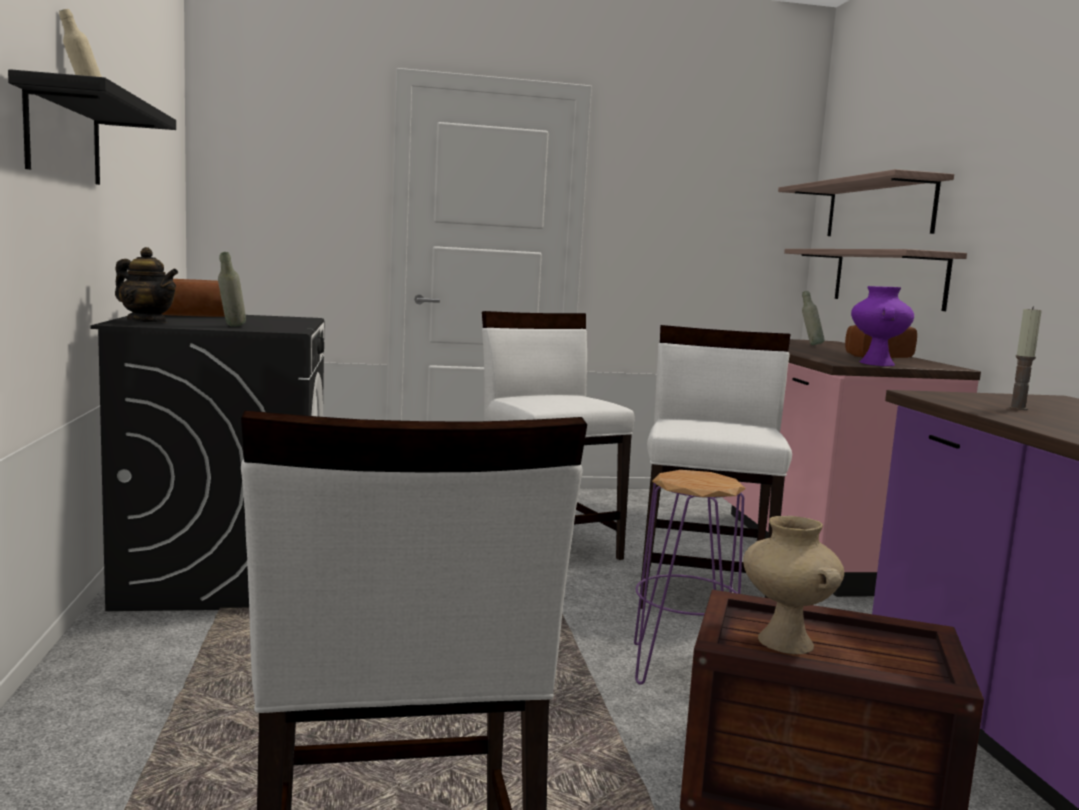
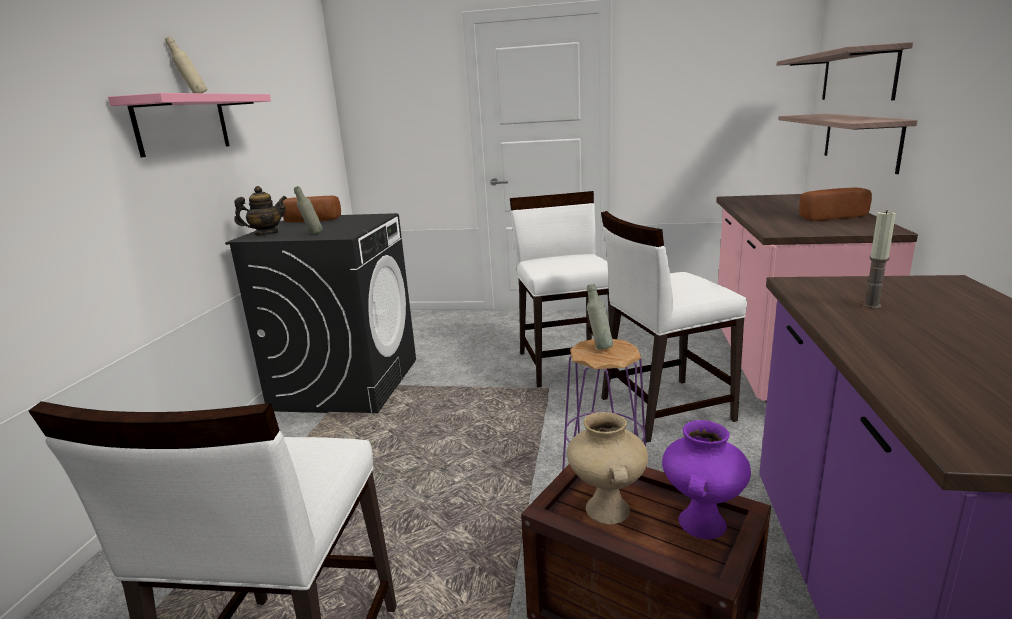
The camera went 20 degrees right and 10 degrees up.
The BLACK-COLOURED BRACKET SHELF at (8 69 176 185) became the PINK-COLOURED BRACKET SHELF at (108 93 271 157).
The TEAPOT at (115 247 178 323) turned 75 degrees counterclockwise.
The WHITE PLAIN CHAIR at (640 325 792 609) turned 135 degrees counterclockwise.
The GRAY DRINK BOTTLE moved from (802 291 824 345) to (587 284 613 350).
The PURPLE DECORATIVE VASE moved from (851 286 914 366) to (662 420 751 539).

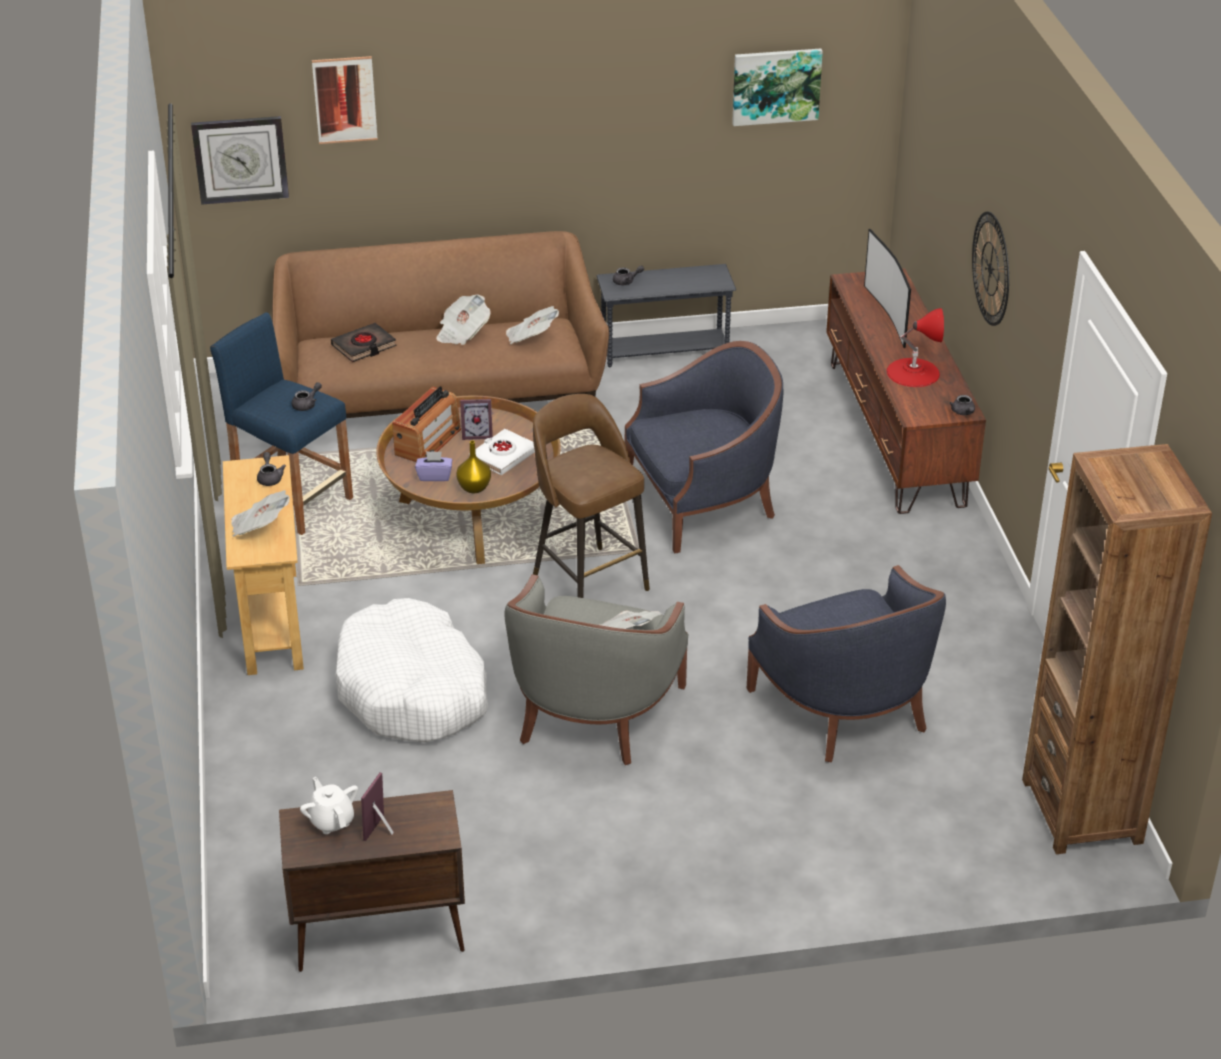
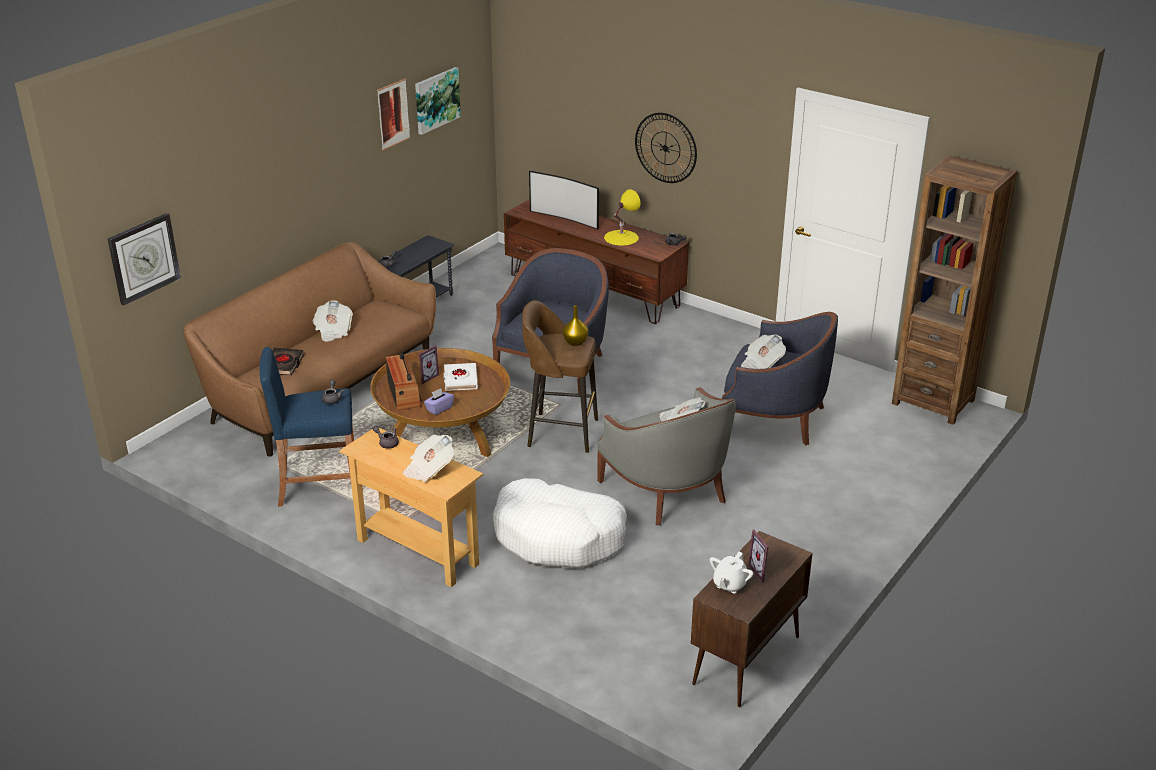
The camera went 45 degrees left and 5 degrees down.
The WHITE TEAPOT at (300 777 358 834) turned 75 degrees counterclockwise.
The PICTURE moved from (312 56 378 144) to (377 79 410 150).
The YELLOW-COLOURED DECORATIVE VASE moved from (456 441 491 493) to (563 305 588 346).
The DAILY PAPER moved from (506 306 559 344) to (741 335 786 369).
The RED LAMP FOR A TABLE at (887 308 944 387) became the YELLOW-COLOURED LAMP FOR A TABLE at (604 189 640 245).

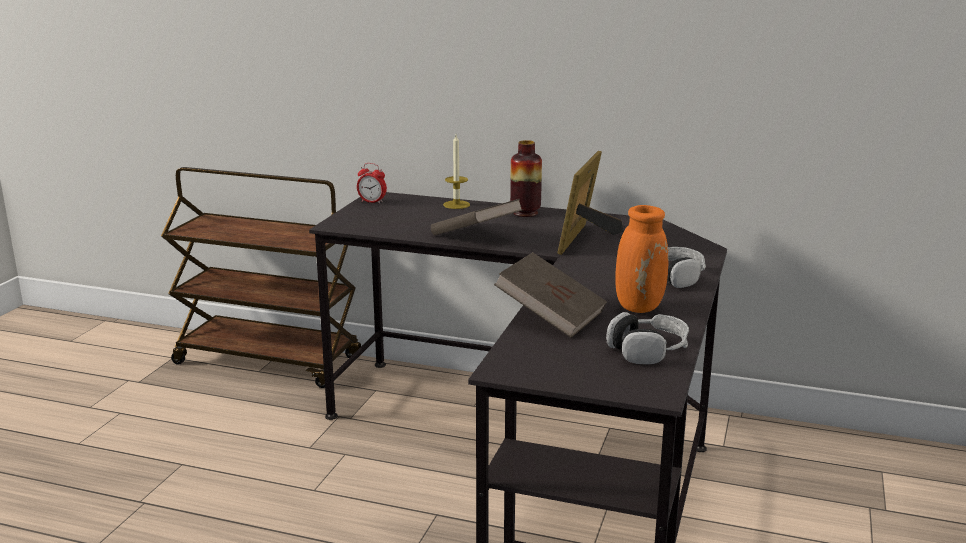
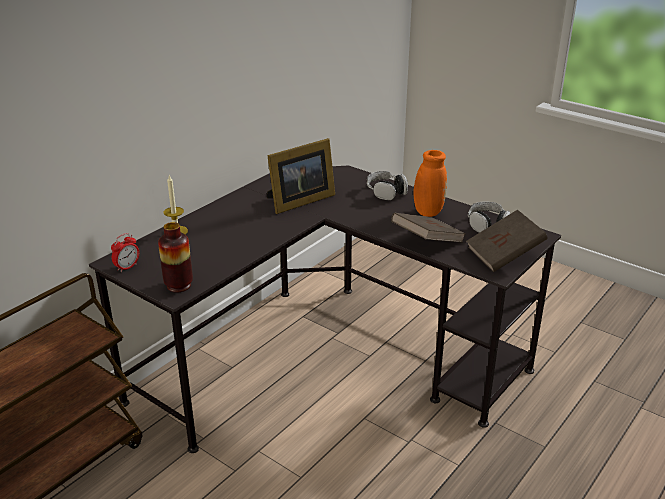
The camera went 70 degrees left and 10 degrees up.
The BROWN BOUND BOOK moved from (431 199 523 236) to (466 210 547 272).
The DECORATIVE VASE moved from (510 140 542 217) to (158 222 193 293).
The PICTURE FRAME at (557 151 623 255) turned 75 degrees counterclockwise.

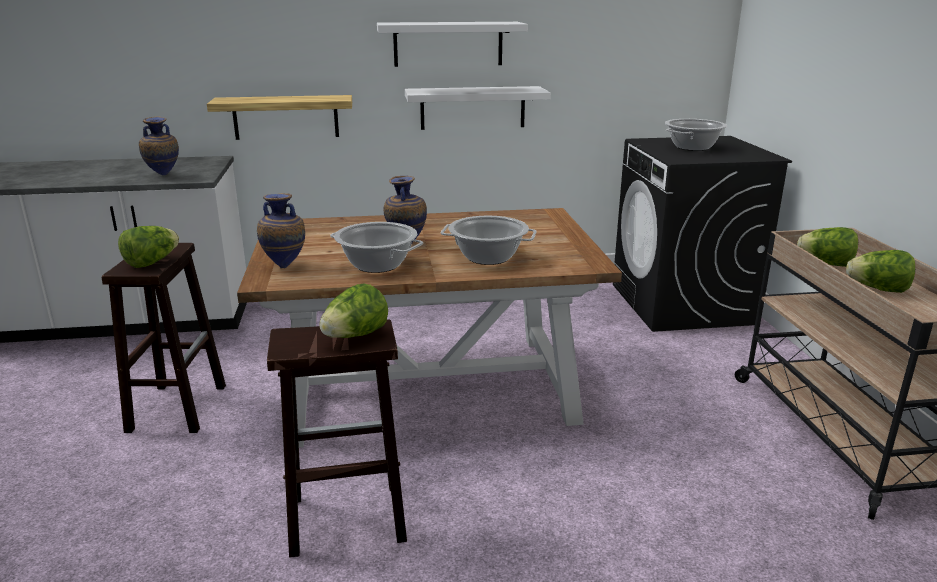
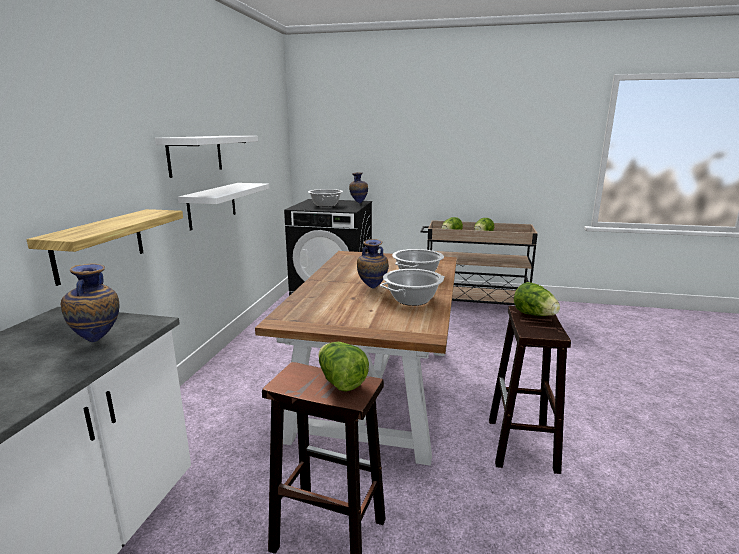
The camera went 70 degrees left and 5 degrees down.
The DECORATIVE VASE moved from (257 193 305 268) to (349 172 368 203).

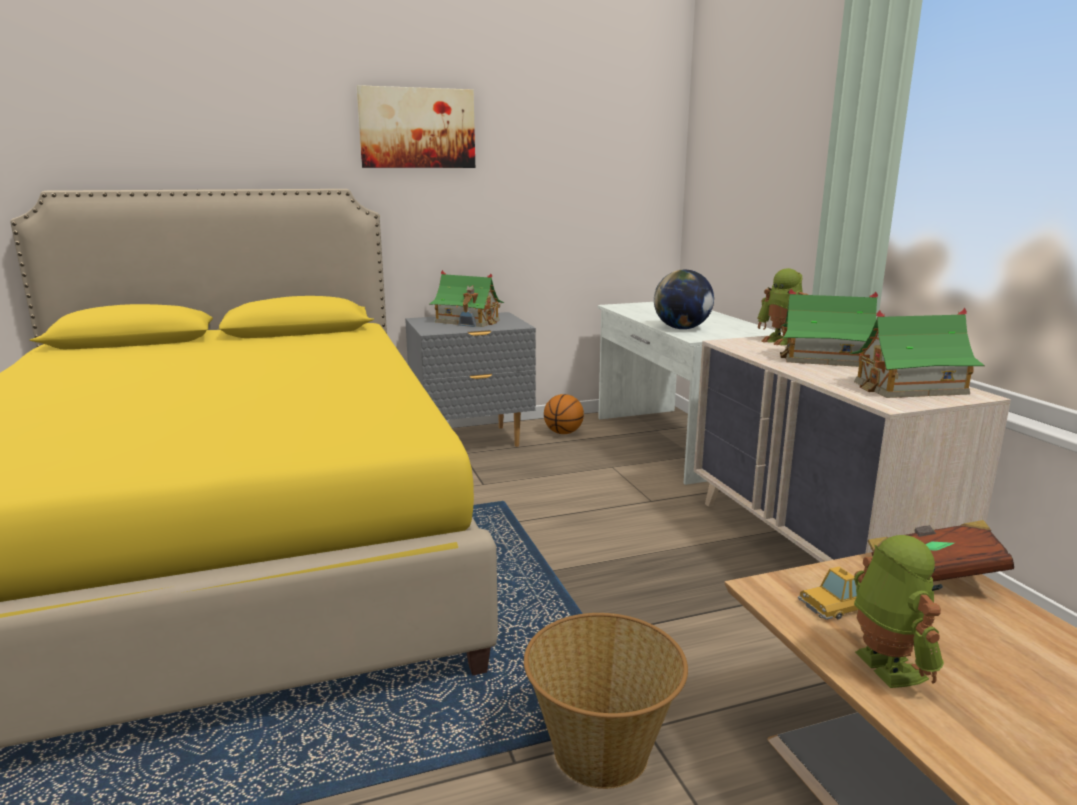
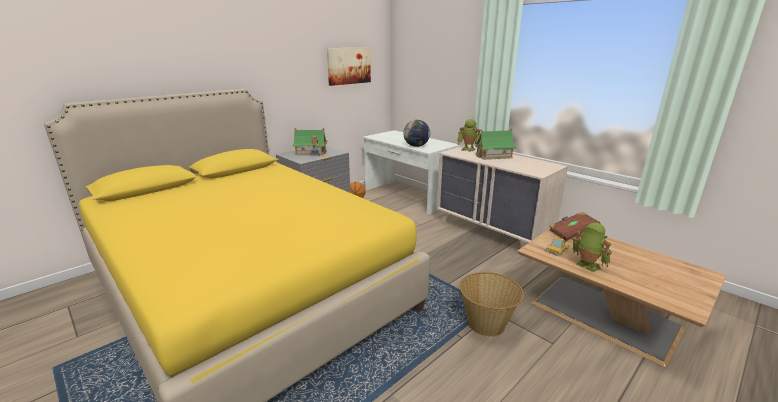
The camera went 25 degrees left and 5 degrees up.
The PICTURE moved from (356 85 475 168) to (327 48 371 86).
The MINIATURE HOUSE at (850 307 985 398) disappeared.

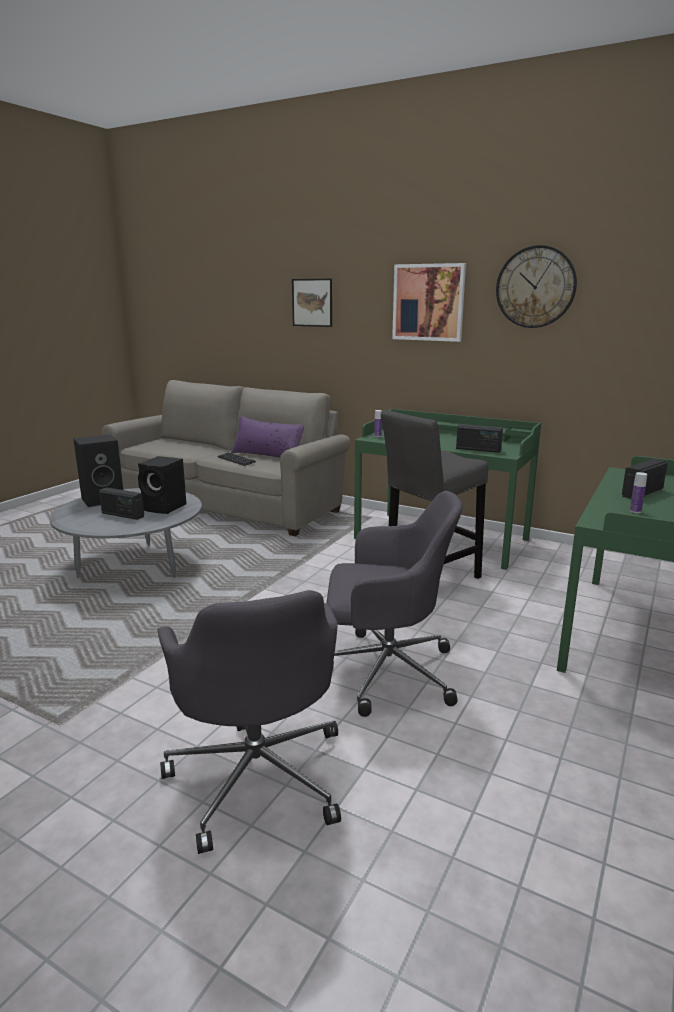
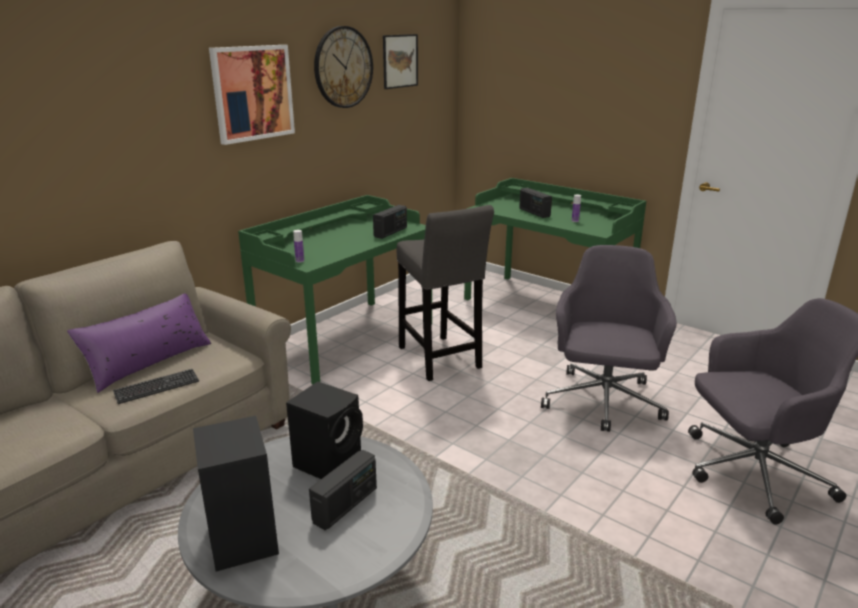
The camera went 80 degrees left and 5 degrees up.
The PICTURE moved from (292 279 332 327) to (383 34 418 89).

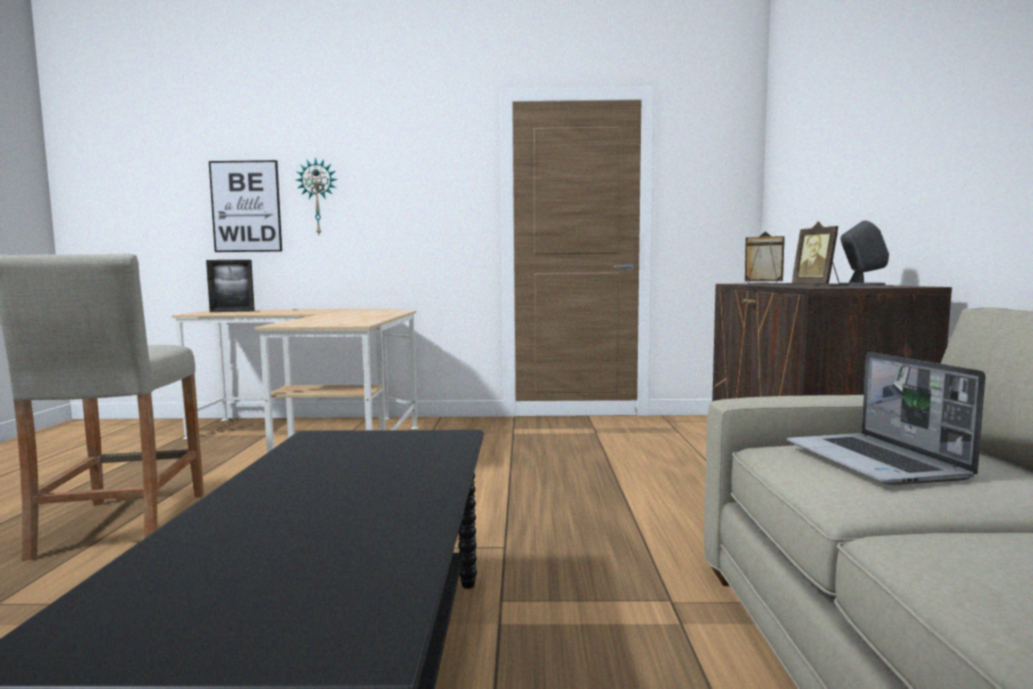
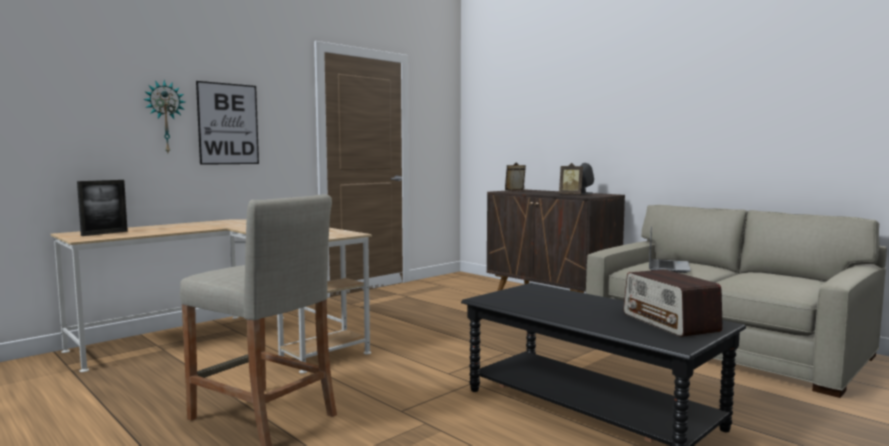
The camera went 45 degrees left and 0 degrees up.
The PICTURE moved from (209 160 282 252) to (196 81 259 165).
The NOTEBOOK COMPUTER at (787 352 986 485) turned 105 degrees counterclockwise.
The RADIO RECEIVER at (623 269 723 337) appeared.

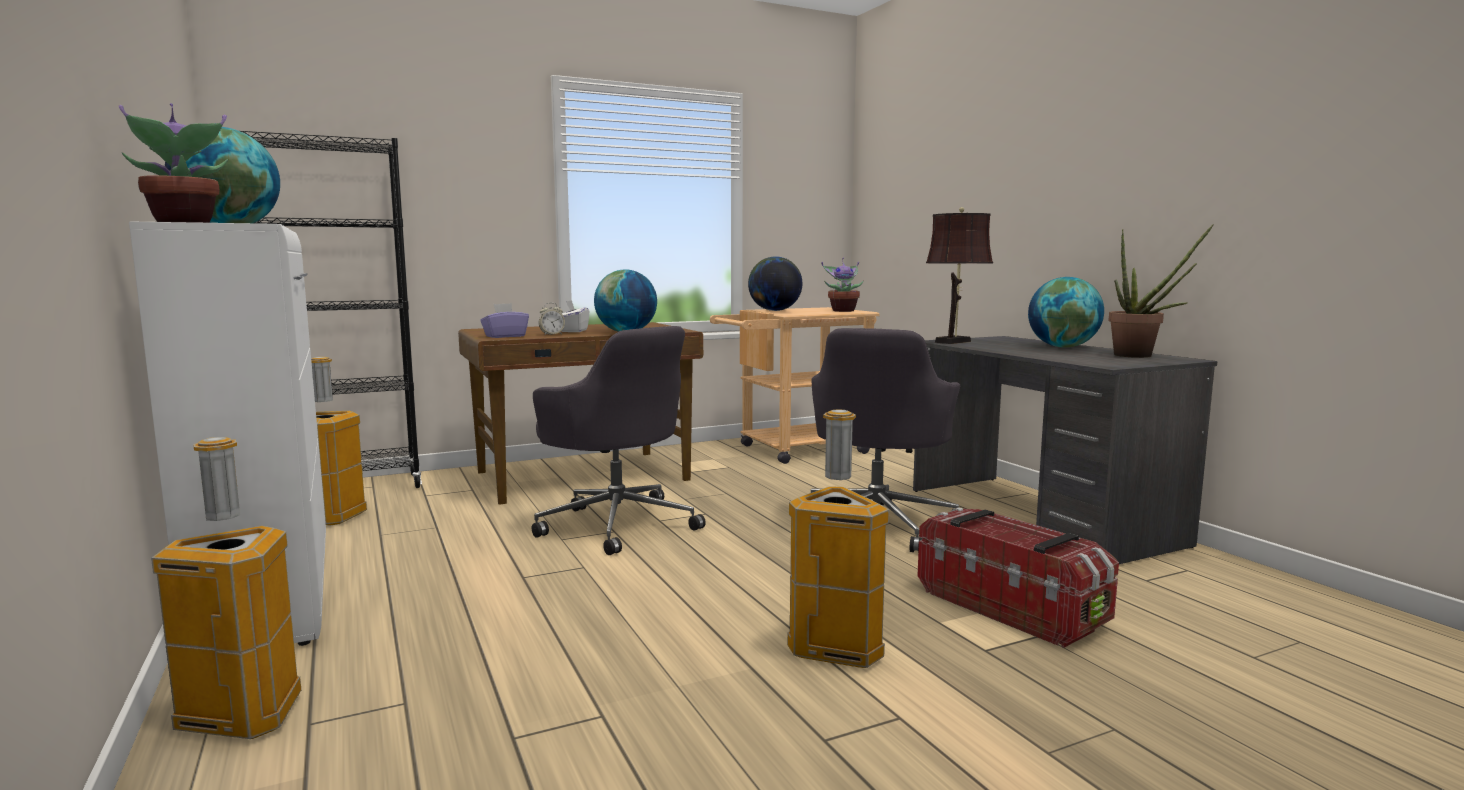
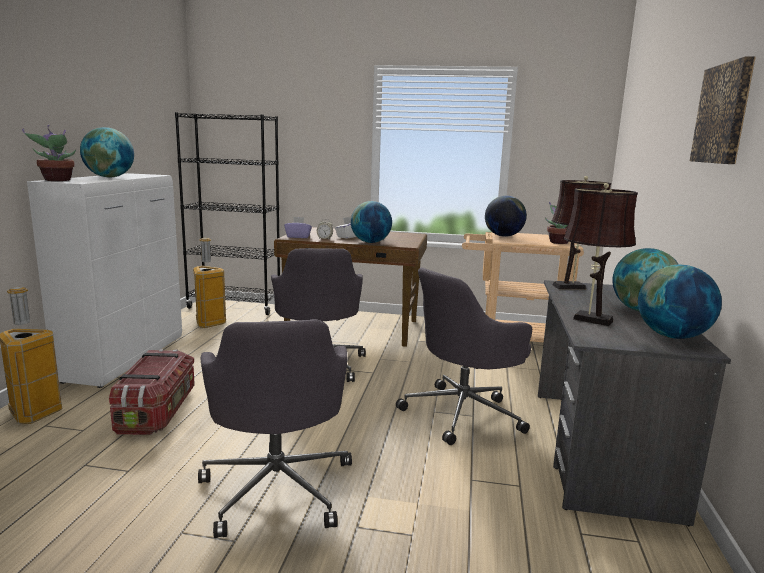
The camera went 35 degrees right and 5 degrees up.
The RUBBISH BIN at (787 409 889 668) was replaced by the GRAY DESK CHAIR at (198 319 352 538).
The STORAGE CONTAINER moved from (918 508 1119 648) to (109 349 195 435).
The HOUSEPLANT at (1108 224 1214 358) was replaced by the DESK GLOBE at (638 265 722 339).
The BROWN LAMP FOR A TABLE at (563 183 638 326) appeared.
The PICTURE at (690 56 756 164) appeared.

